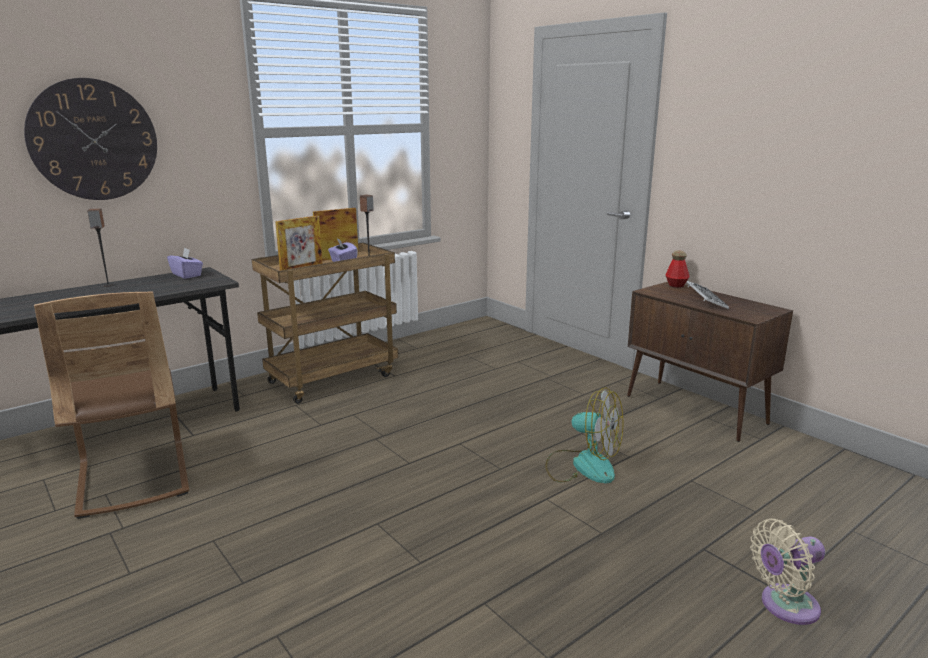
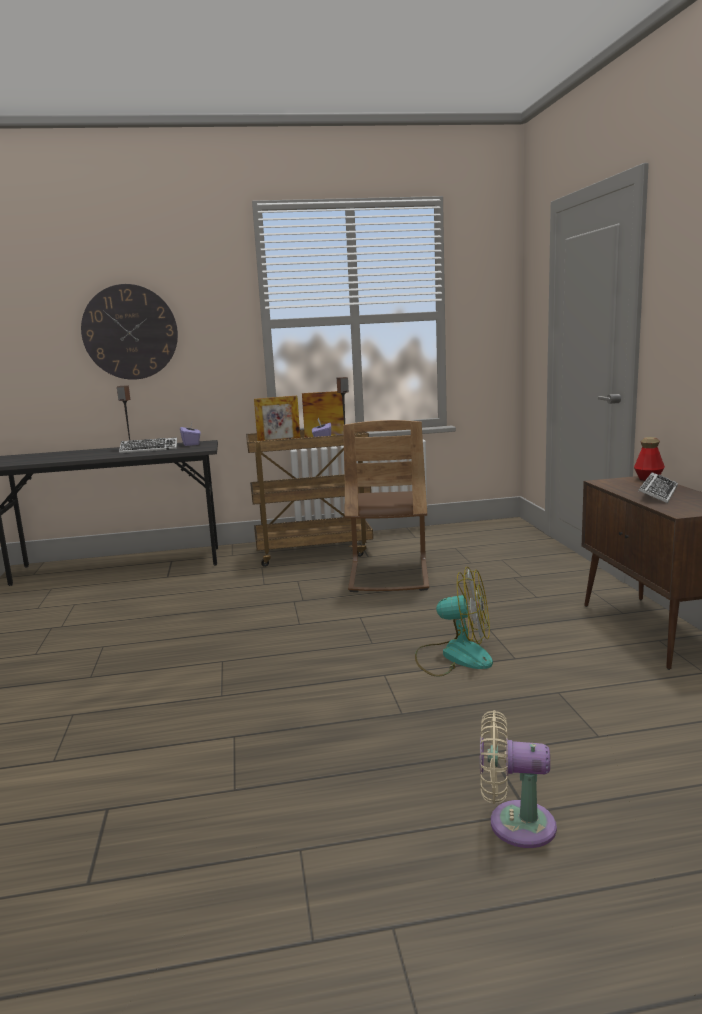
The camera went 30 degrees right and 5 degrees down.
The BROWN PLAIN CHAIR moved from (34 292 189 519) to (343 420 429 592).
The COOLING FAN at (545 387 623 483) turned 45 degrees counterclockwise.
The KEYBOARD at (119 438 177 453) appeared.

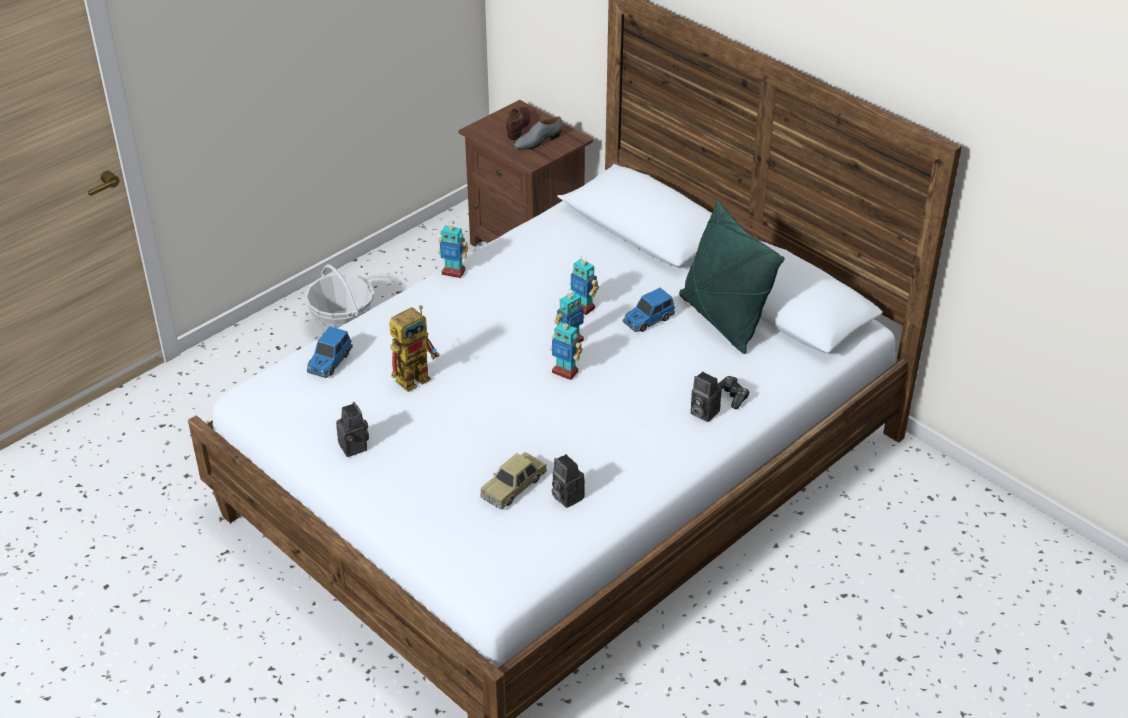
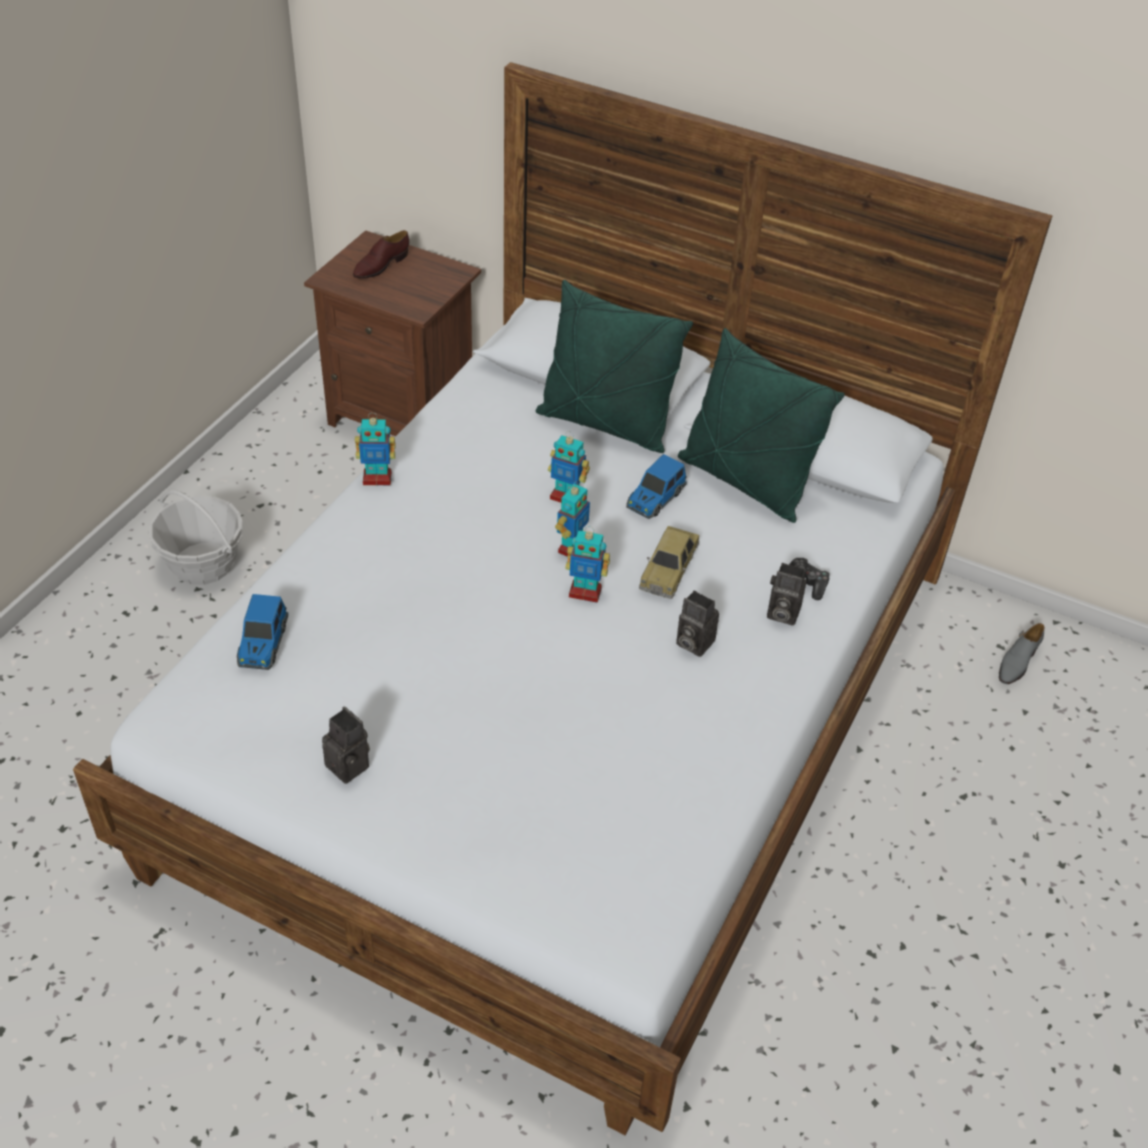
The camera went 20 degrees left and 5 degrees up.
The TOY ROBOT at (389 305 440 392) disappeared.
The TOY CAR moved from (480 452 547 510) to (639 526 699 599).
The BROWN LOW SHOE at (506 107 530 140) turned 135 degrees counterclockwise.
The GRAY LOW SHOE moved from (514 117 562 150) to (999 623 1044 684).
The PHOTO CAMERA moved from (551 454 585 508) to (676 590 719 657).
The GREEN THROW PILLOW at (536 280 693 453) appeared.

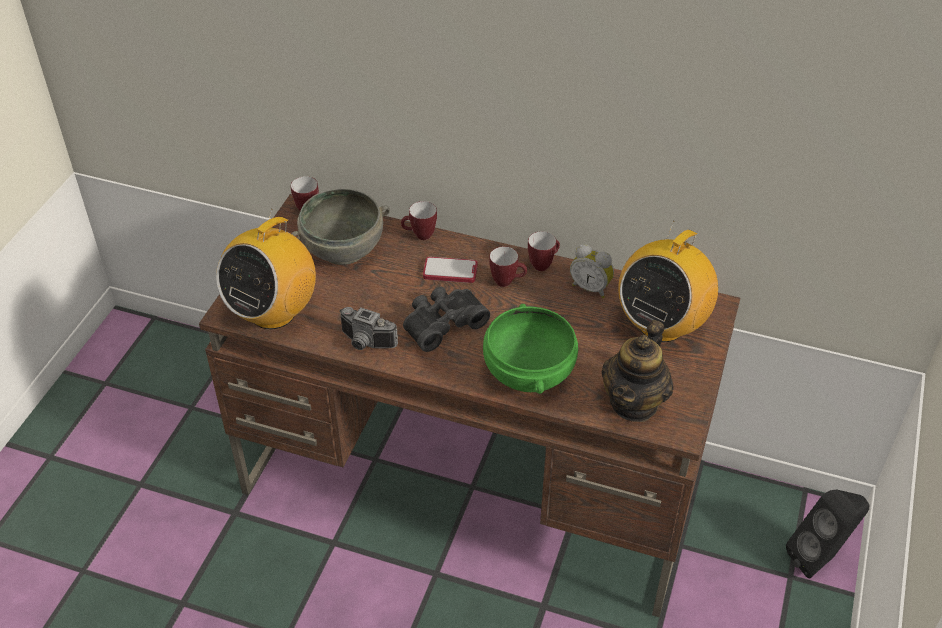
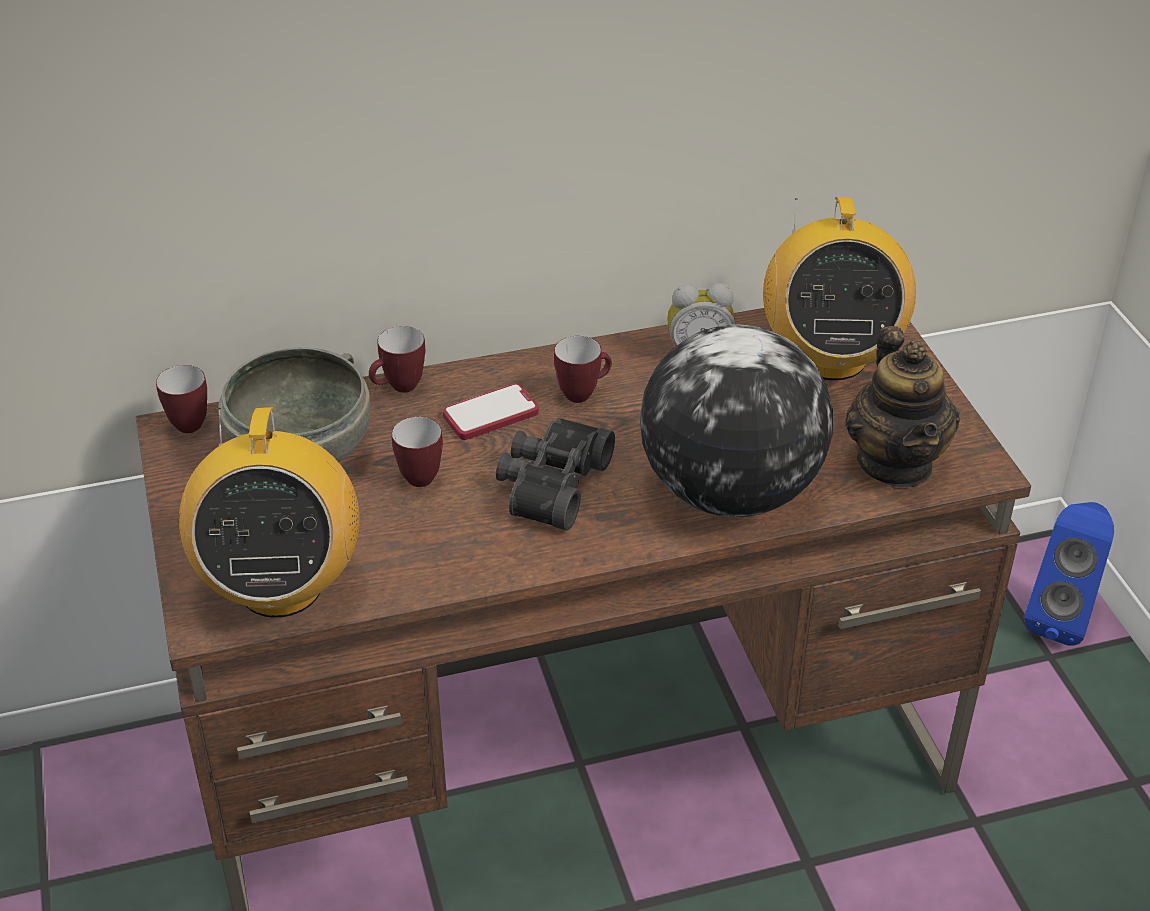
The camera went 35 degrees left and 5 degrees down.
The PHOTO CAMERA at (339 307 398 350) disappeared.
The GREEN DEEP DISH at (483 304 578 394) was replaced by the DESK GLOBE at (640 324 833 517).
The TEA MUG moved from (528 231 560 271) to (392 417 443 487).
The BLACK-COLOURED LOUDSPEAKER at (786 489 869 579) became the BLUE-COLOURED LOUDSPEAKER at (1024 502 1114 646).

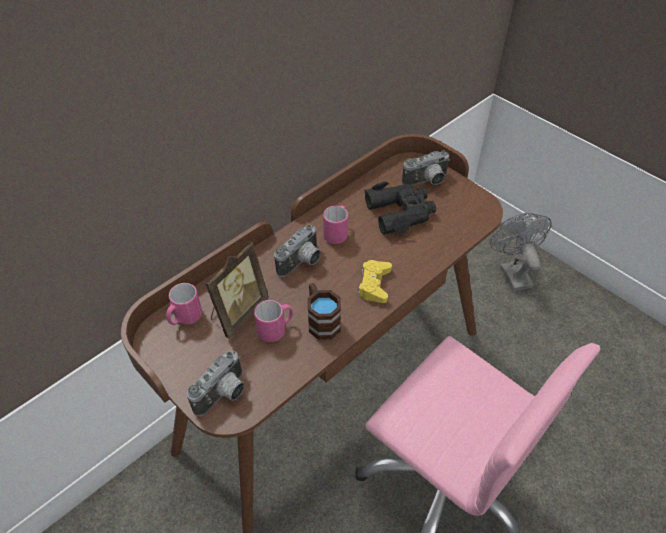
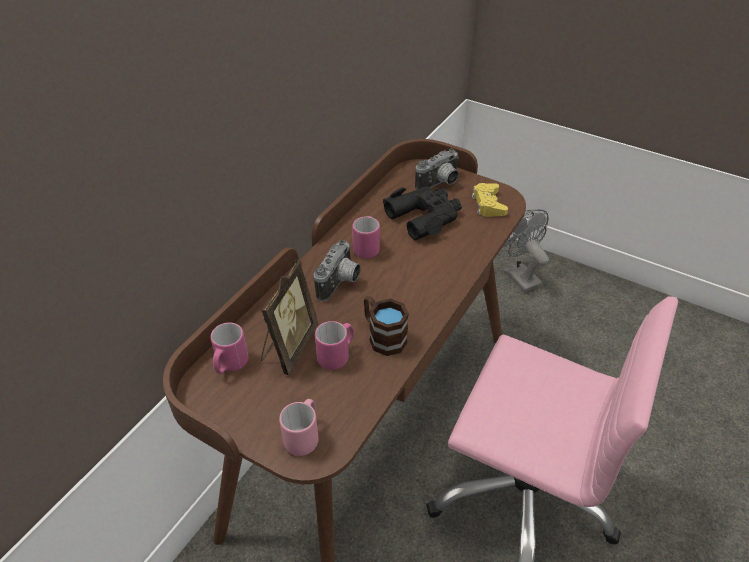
The camera went 15 degrees left and 5 degrees down.
The PHOTO CAMERA at (187 350 245 416) was replaced by the PINK-COLOURED TEA MUG at (279 399 319 456).
The YELLOW-COLOURED JOYPAD moved from (358 260 392 303) to (472 183 508 217).

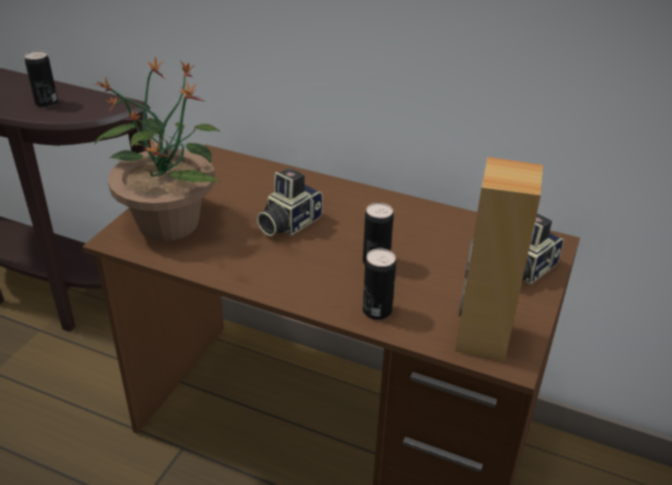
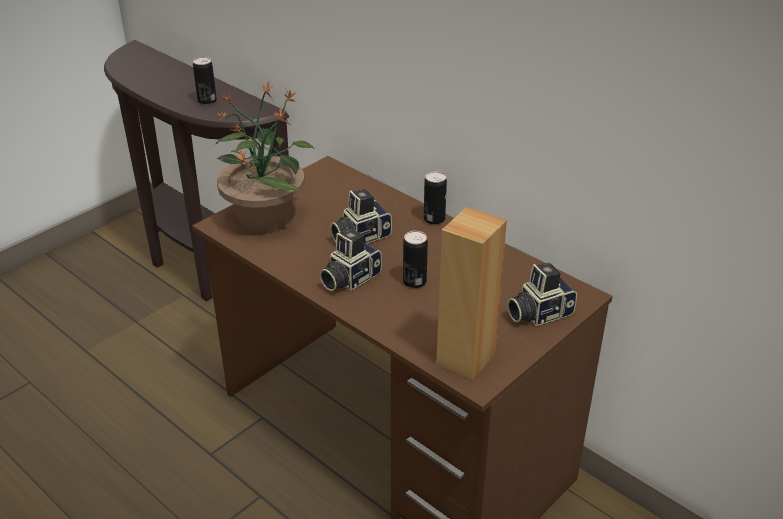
The camera went 20 degrees right and 0 degrees up.
The METAL CAN moved from (363 248 396 320) to (424 171 447 225).
The PHOTO CAMERA at (319 229 382 291) appeared.

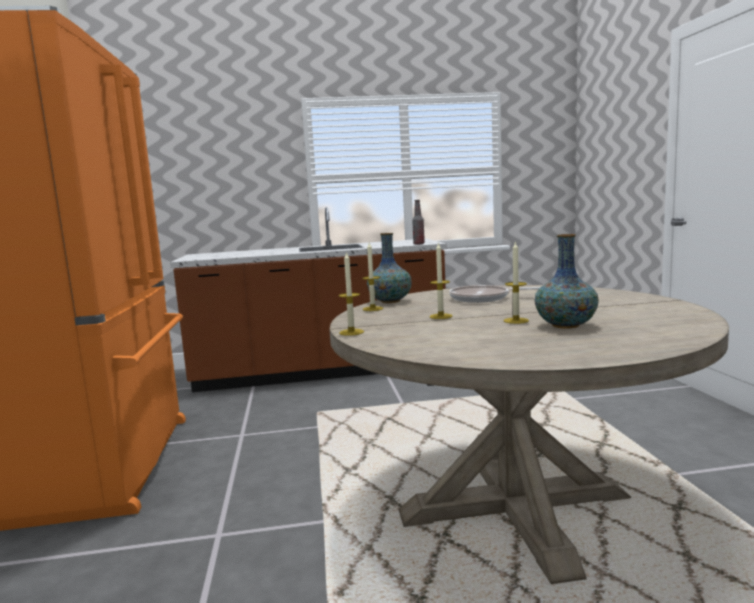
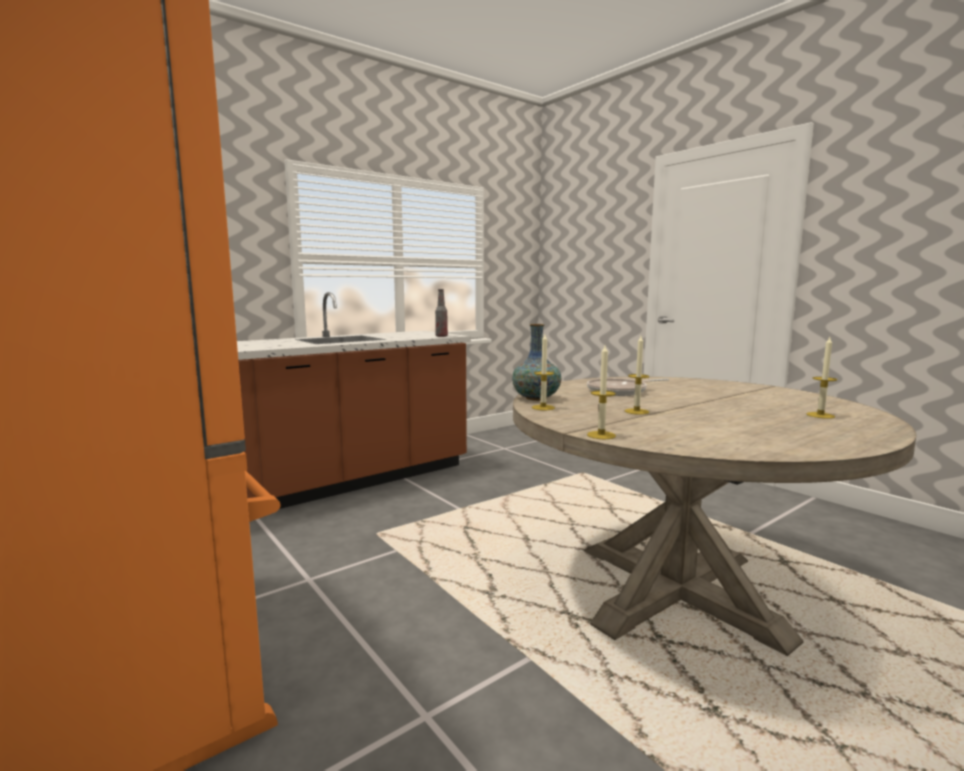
The camera went 30 degrees left and 0 degrees up.
The CANDLE moved from (504 242 529 324) to (806 337 837 419).
The DECORATIVE VASE at (534 234 599 329) disappeared.

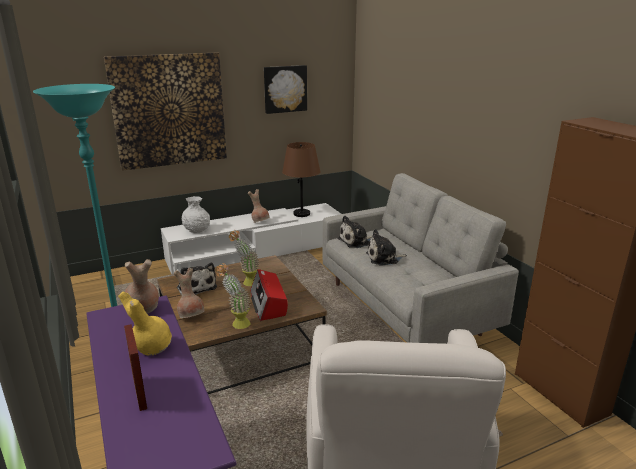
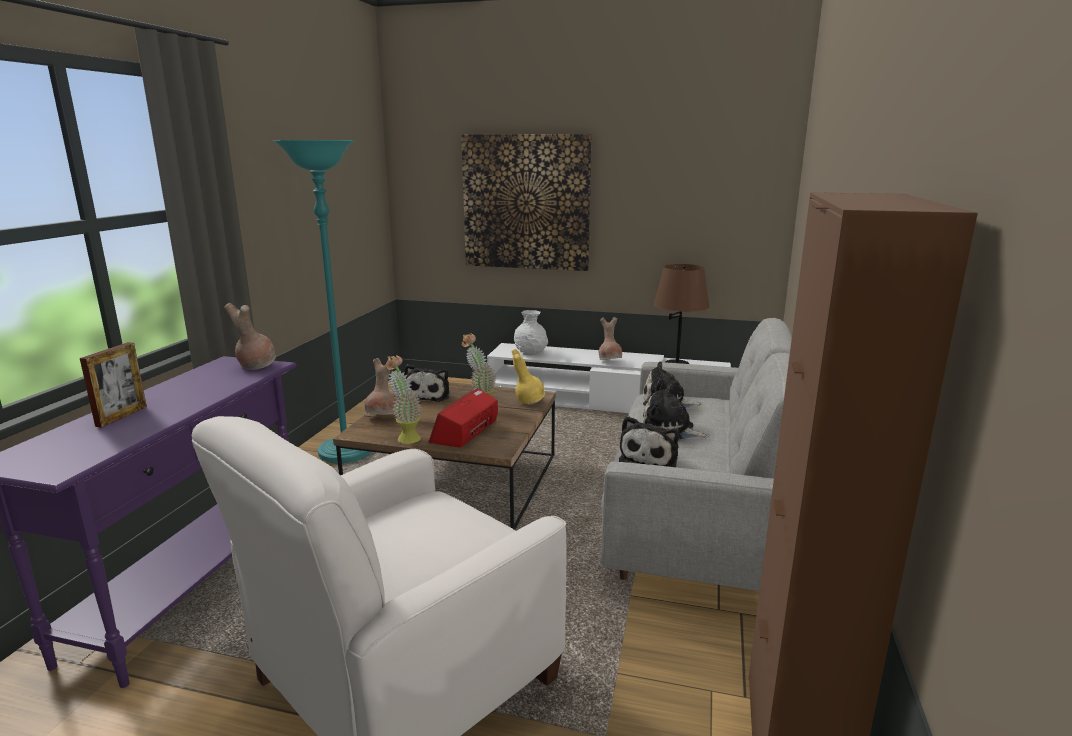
The camera went 40 degrees right and 5 degrees down.
The YELLOW-COLOURED DECORATIVE VASE moved from (118 291 172 355) to (512 349 545 405).
The PICTURE at (264 65 307 114) disappeared.
The SOFT TOY at (619 416 679 467) appeared.

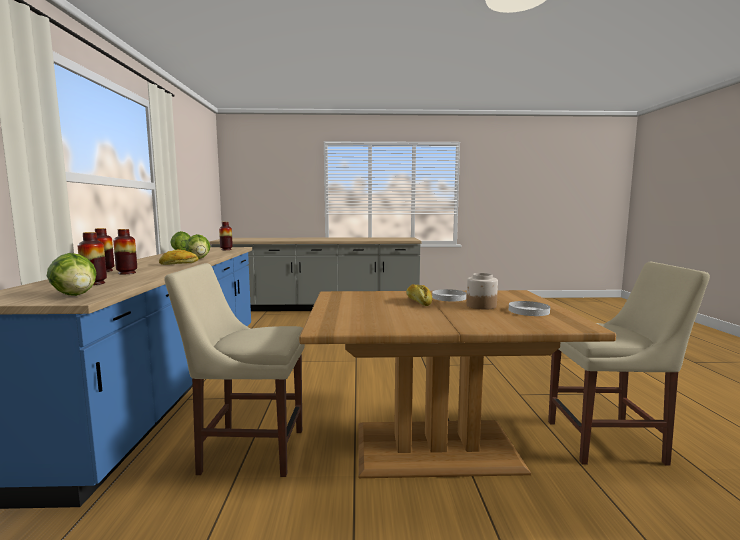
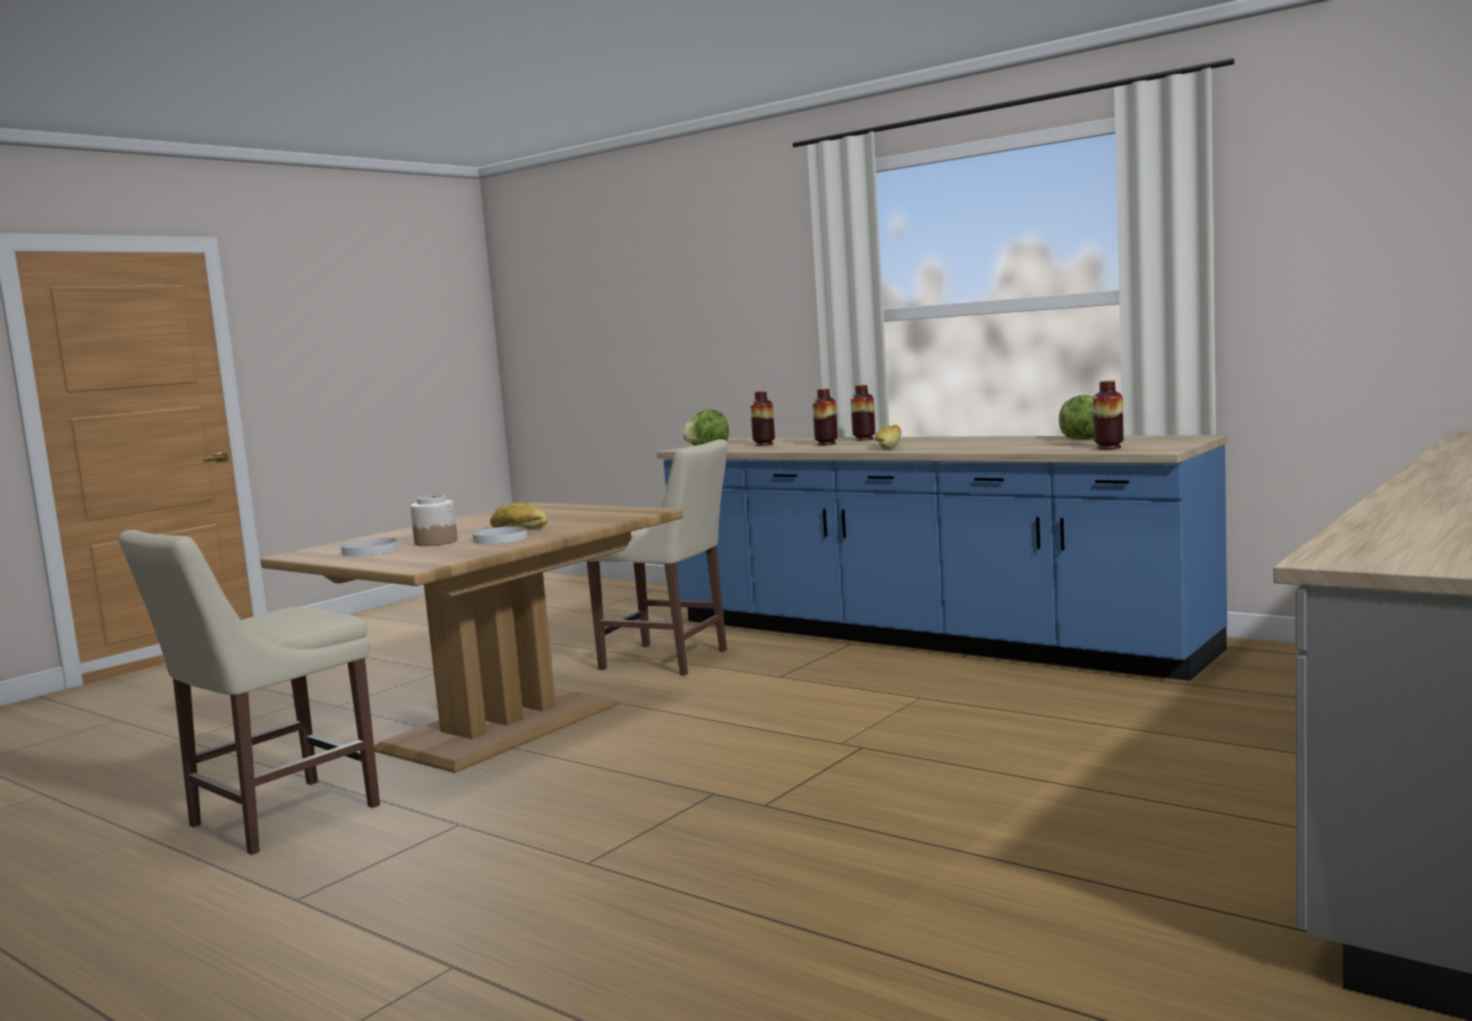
The camera went 130 degrees right and 0 degrees up.
The BEIGE-COLOURED PLAIN CHAIR at (164 263 305 477) turned 75 degrees clockwise.
The HEAD OF LETTUCE at (185 234 210 259) disappeared.

